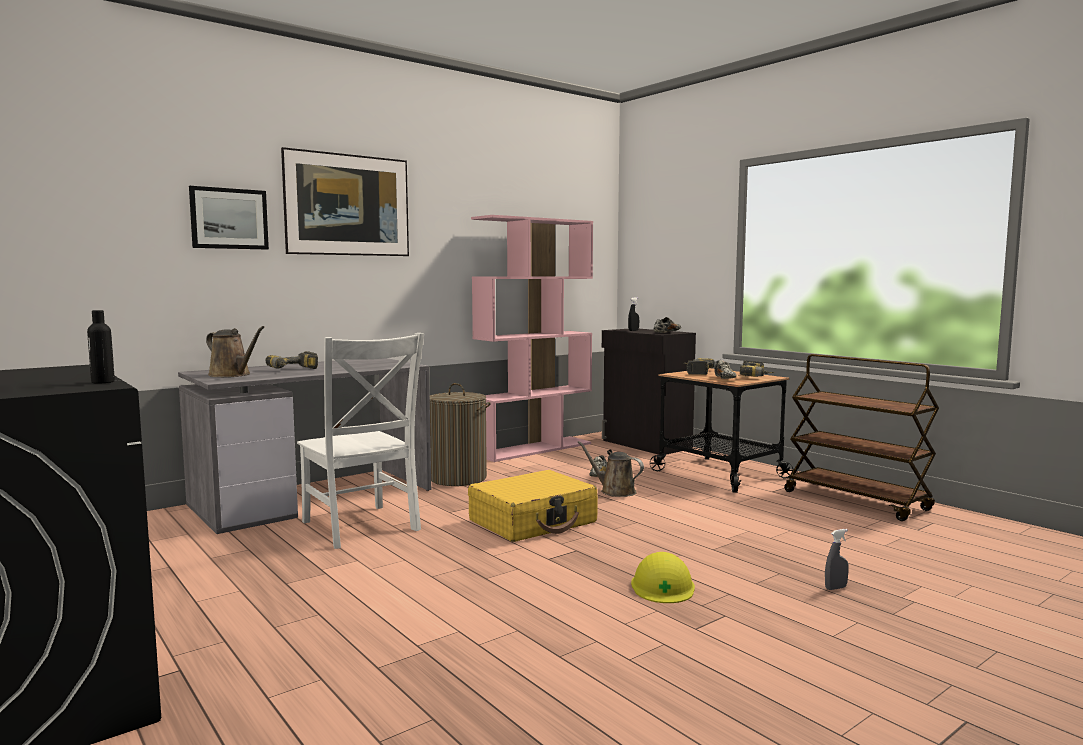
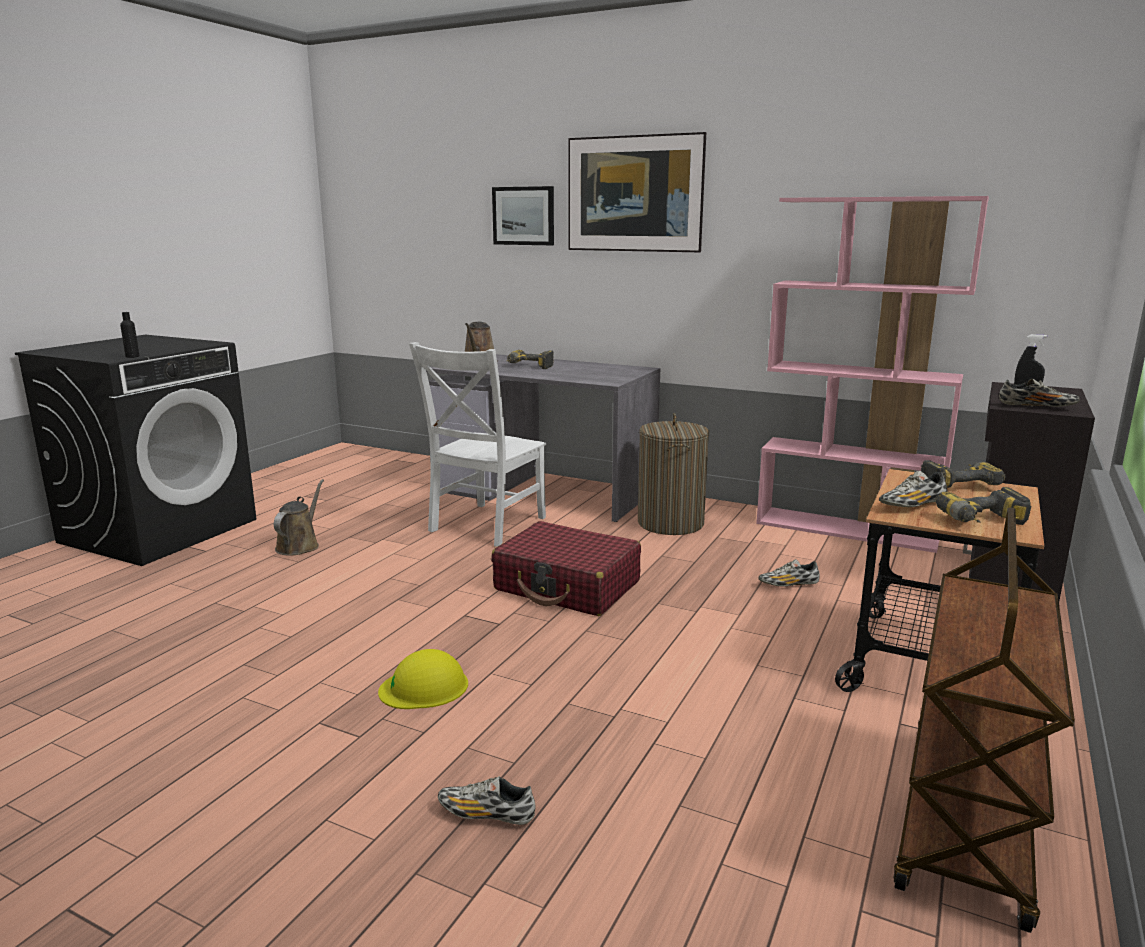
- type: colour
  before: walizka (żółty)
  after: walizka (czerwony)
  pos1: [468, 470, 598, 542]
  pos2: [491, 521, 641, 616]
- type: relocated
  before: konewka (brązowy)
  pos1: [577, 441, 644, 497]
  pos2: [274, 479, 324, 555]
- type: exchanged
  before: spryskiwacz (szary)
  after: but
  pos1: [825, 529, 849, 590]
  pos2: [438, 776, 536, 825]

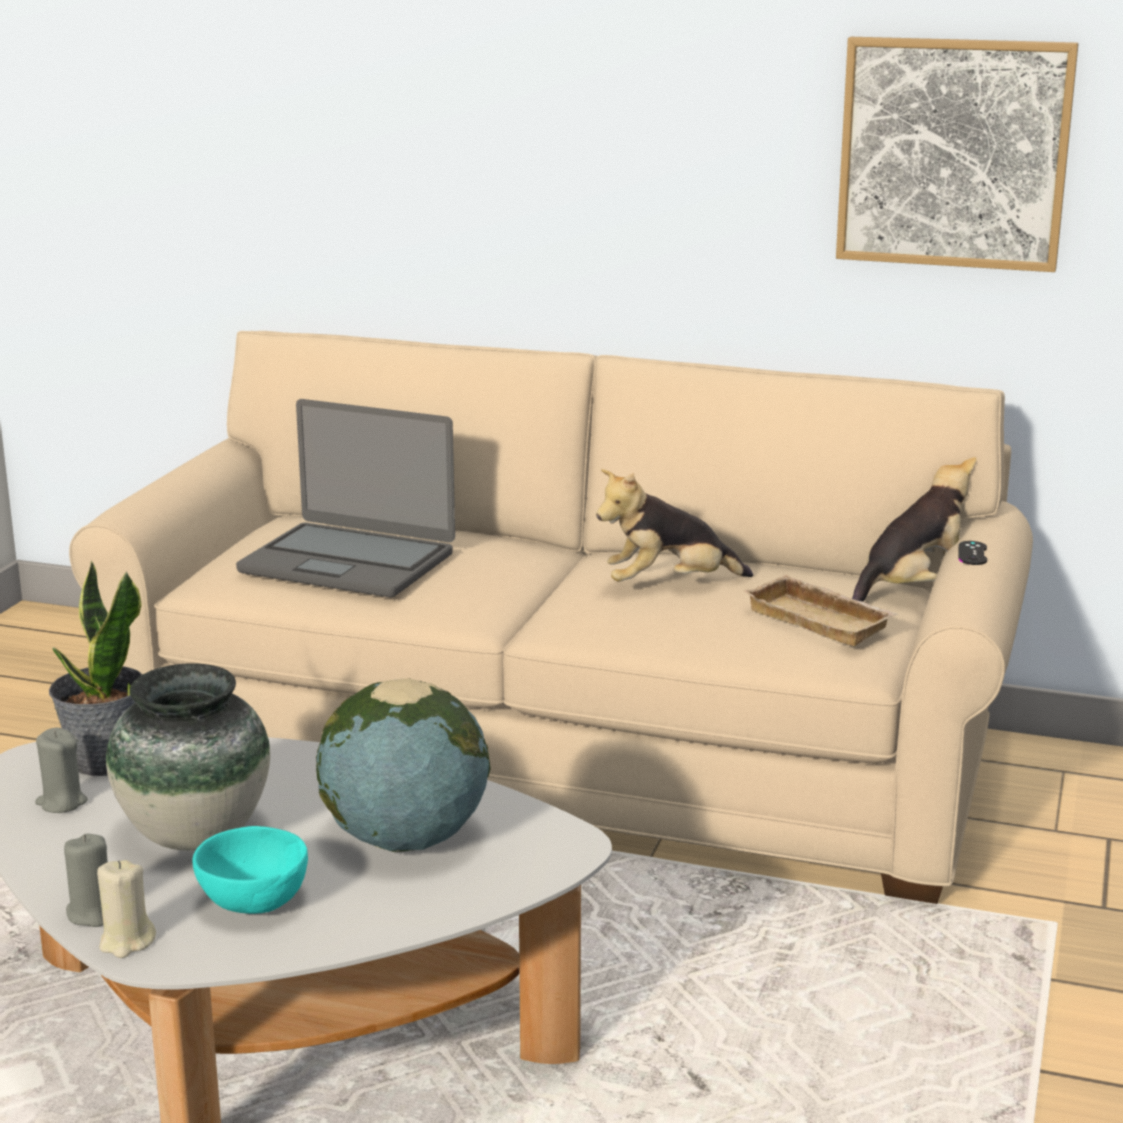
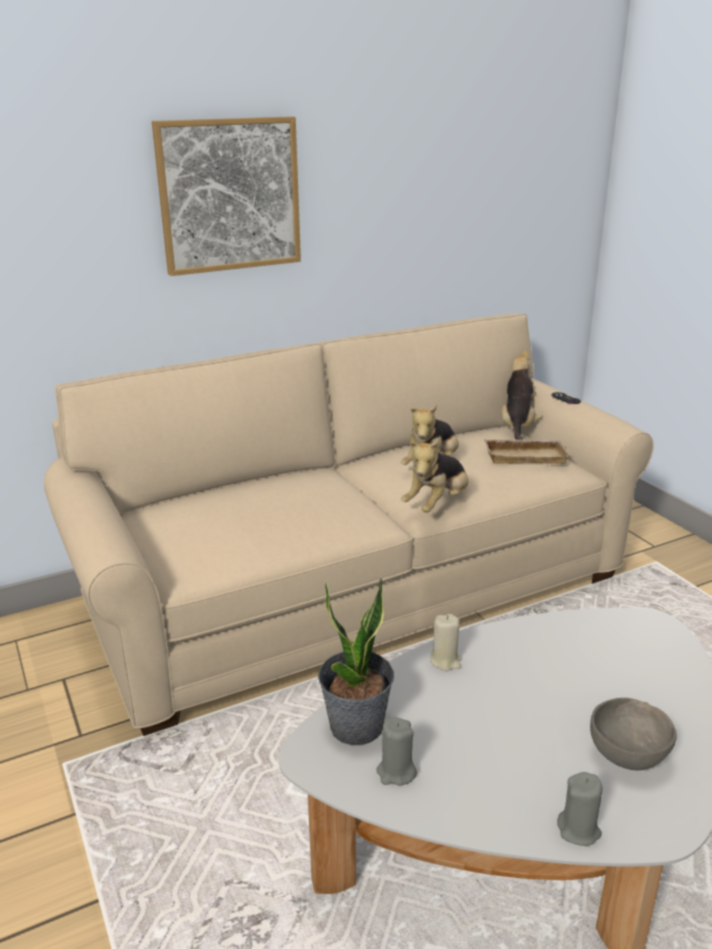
- type: relocated
  before: świeca (beżowy)
  pos1: [97, 860, 156, 958]
  pos2: [430, 614, 461, 671]
- type: missing
  before: wazon
  pos1: [106, 663, 270, 851]
- type: colour
  before: miska (turkusowy)
  after: miska (szary)
  pos1: [192, 826, 308, 914]
  pos2: [590, 698, 677, 770]
- type: missing
  before: laptop
  pos1: [236, 399, 455, 597]
- type: missing
  before: globus
  pos1: [316, 678, 491, 852]
- type: relocated
  before: obraz
  pos1: [836, 37, 1079, 272]
  pos2: [152, 116, 301, 276]
- type: appeared
  after: pluszak
  pos2: [401, 439, 468, 513]

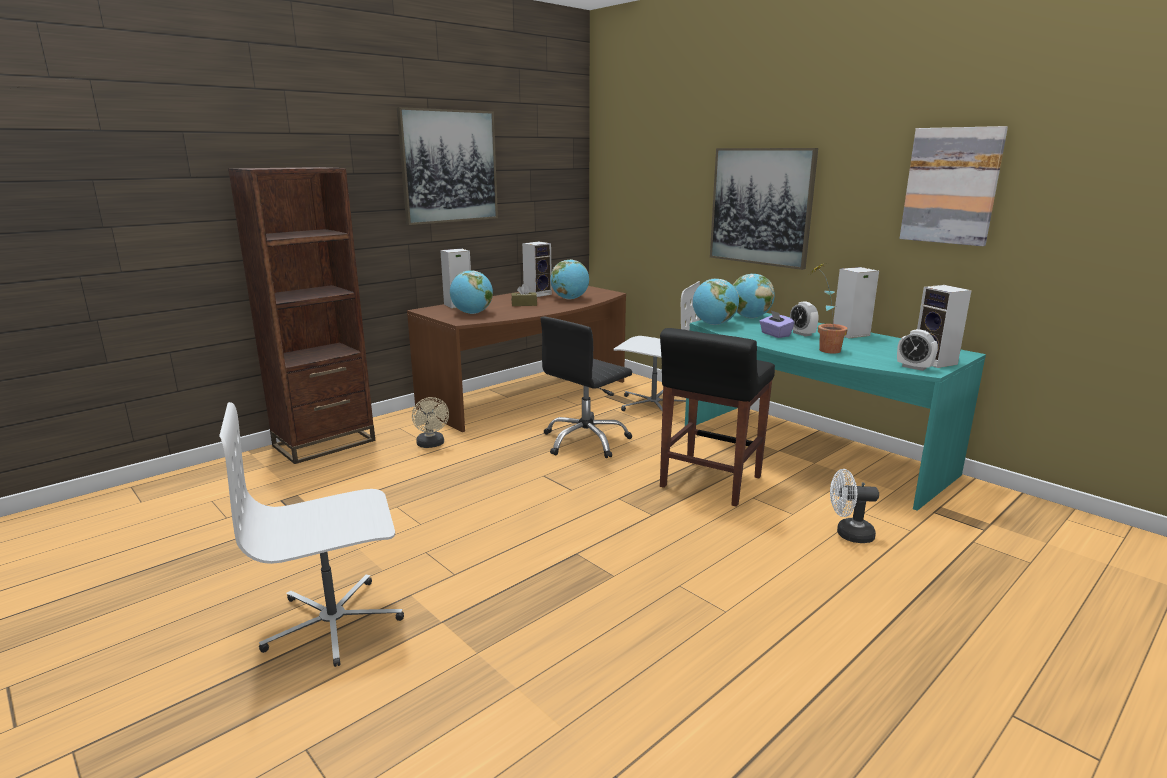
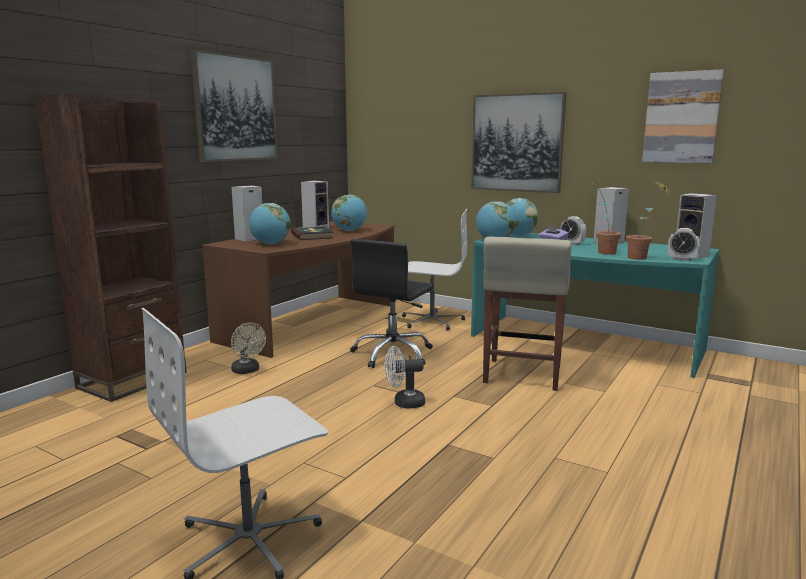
- type: exchanged
  before: pudełko chusteczek (brązowy)
  after: książka
  pos1: [511, 284, 537, 306]
  pos2: [291, 227, 333, 240]
- type: colour
  before: stołek (czarny)
  after: stołek (beżowy)
  pos1: [660, 328, 775, 507]
  pos2: [483, 236, 572, 391]
- type: relocated
  before: wentylator (biały)
  pos1: [830, 469, 879, 543]
  pos2: [385, 346, 425, 409]
- type: appeared
  after: roślina doniczkowa
  pos2: [626, 182, 670, 260]

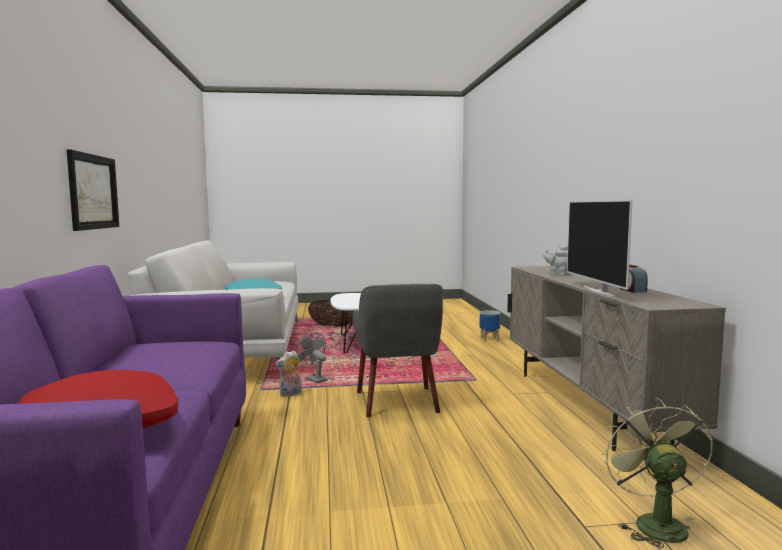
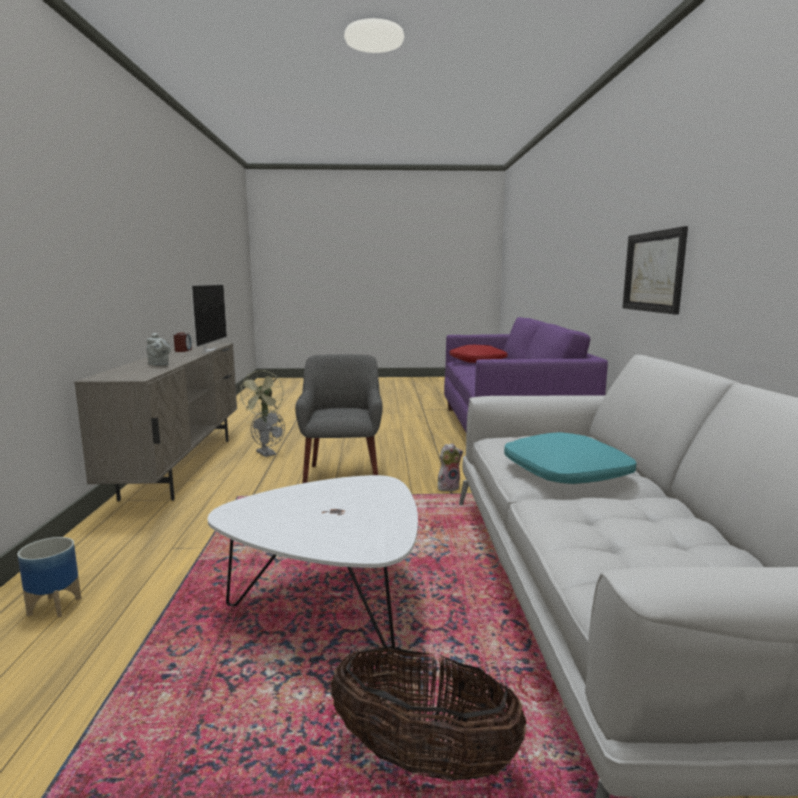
- type: relocated
  before: wentylator (szary)
  pos1: [295, 333, 328, 383]
  pos2: [251, 410, 285, 457]

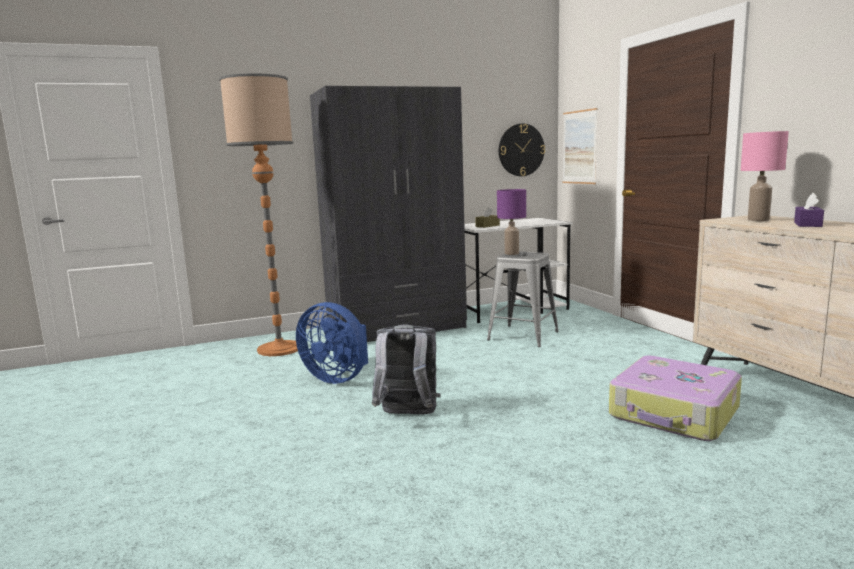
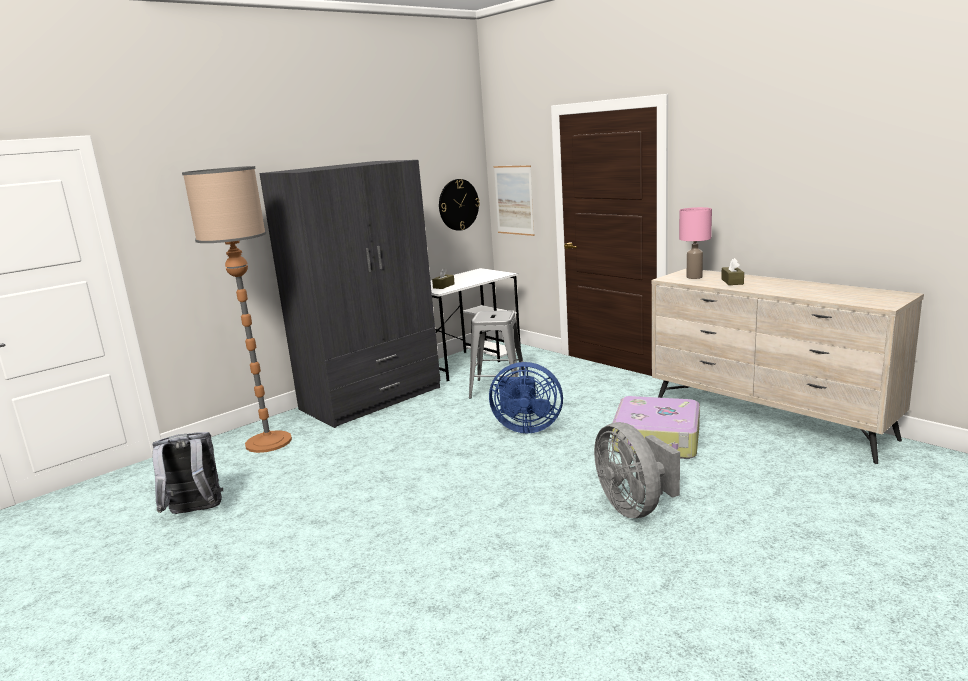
- type: relocated
  before: wentylator (niebieski)
  pos1: [296, 302, 368, 384]
  pos2: [489, 362, 563, 433]
- type: relocated
  before: plecak (szary)
  pos1: [372, 325, 441, 415]
  pos2: [152, 432, 223, 514]
- type: missing
  before: lampa stołowa (fioletowy)
  pos1: [497, 189, 526, 255]
- type: colour
  before: pudełko chusteczek (fioletowy)
  after: pudełko chusteczek (brązowy)
  pos1: [794, 193, 824, 227]
  pos2: [721, 258, 744, 285]
- type: appeared
  after: wentylator (szary)
  pos2: [594, 422, 680, 518]

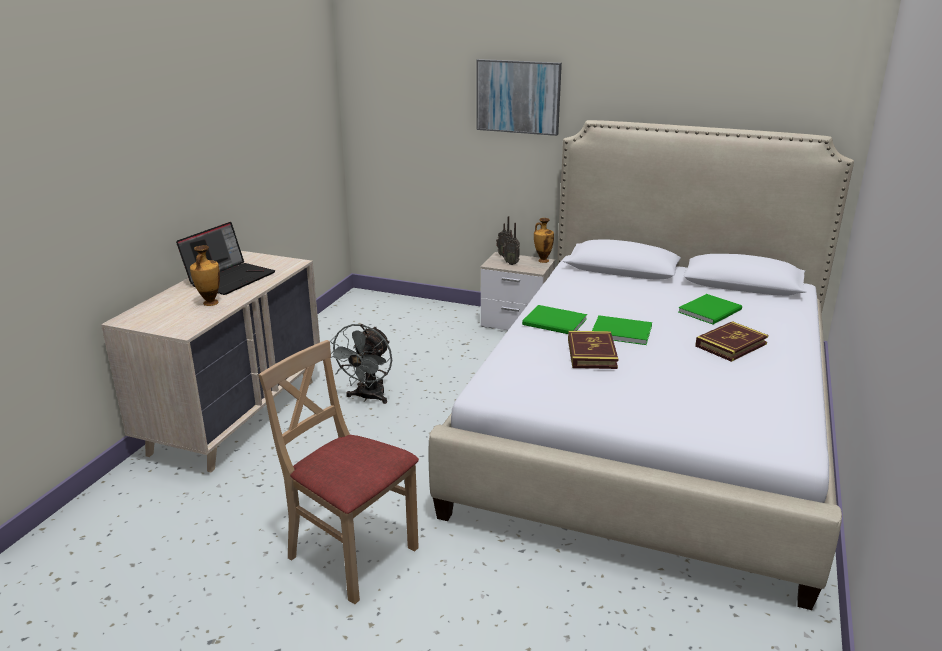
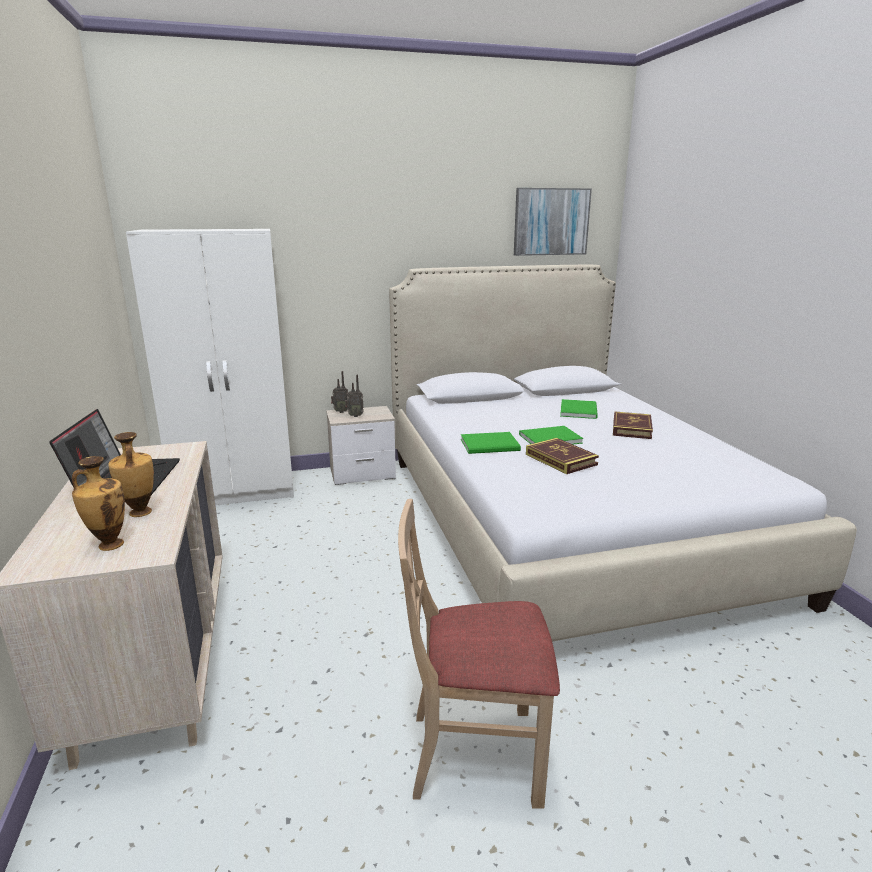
- type: missing
  before: wentylator (szary)
  pos1: [330, 324, 392, 404]
- type: relocated
  before: obraz
  pos1: [476, 59, 562, 136]
  pos2: [514, 188, 592, 256]
- type: relocated
  before: wazon
  pos1: [534, 218, 554, 263]
  pos2: [72, 456, 125, 551]
- type: appeared
  after: szafa (biały)
  pos2: [126, 229, 294, 505]

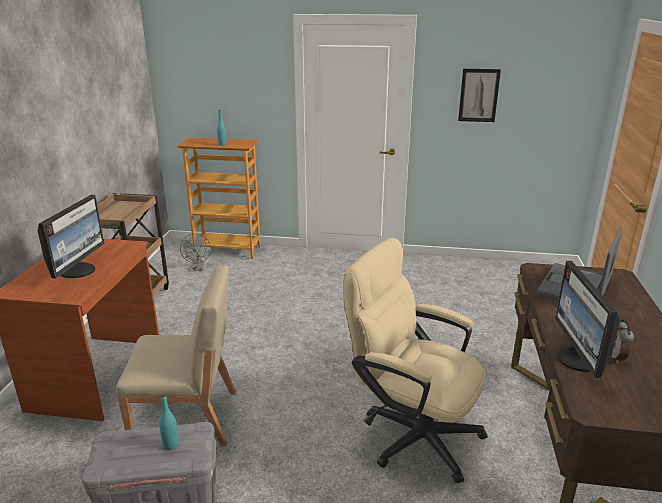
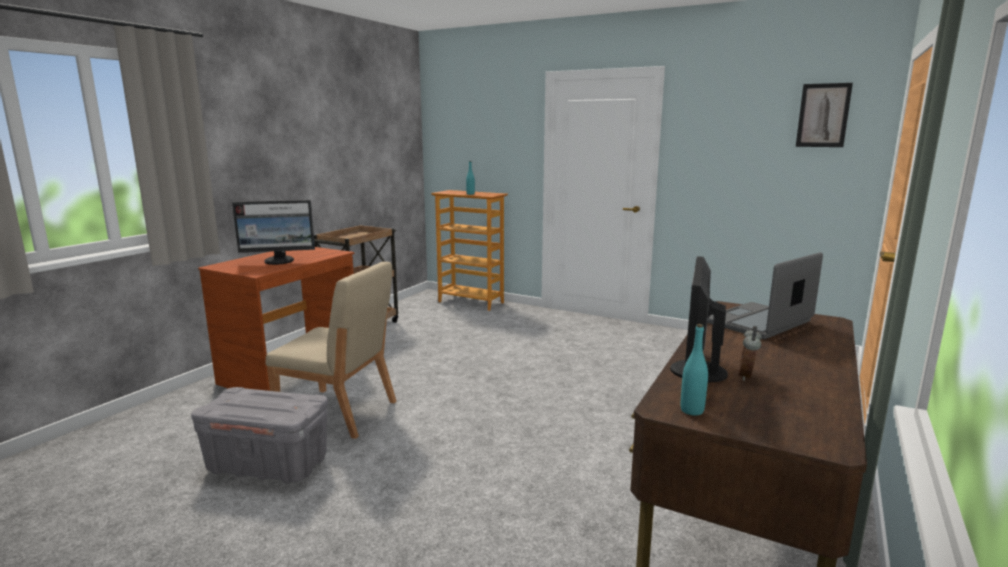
- type: spun
  before: monitor
  pos1: [38, 195, 104, 279]
  pos2: [232, 200, 315, 265]
  turn: 45
- type: relocated
  before: butelka (turkusowy)
  pos1: [159, 394, 179, 450]
  pos2: [681, 324, 708, 416]
- type: missing
  before: wentylator (szary)
  pos1: [180, 234, 211, 271]
- type: missing
  before: krzesło biurowe (beżowy)
  pos1: [343, 238, 488, 483]
- type: relocated
  before: obraz
  pos1: [458, 69, 501, 122]
  pos2: [796, 83, 853, 147]

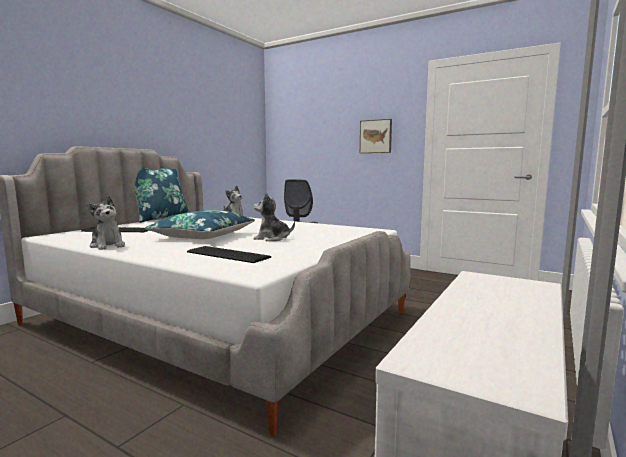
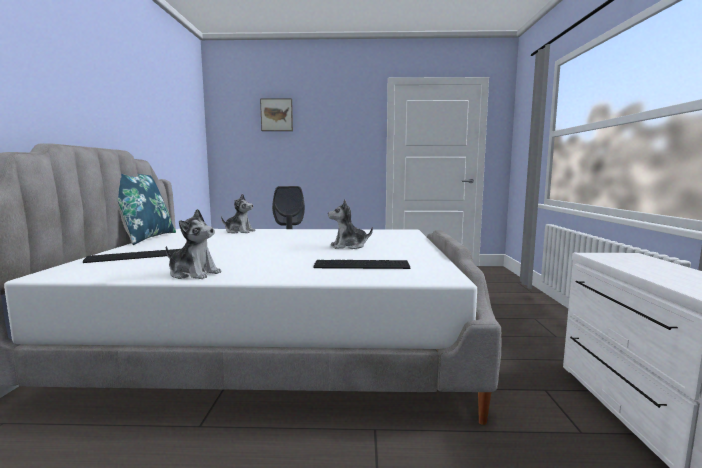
- type: missing
  before: poduszka (niebieski)
  pos1: [144, 210, 255, 239]
- type: relocated
  before: obraz
  pos1: [360, 119, 392, 153]
  pos2: [260, 98, 293, 131]

